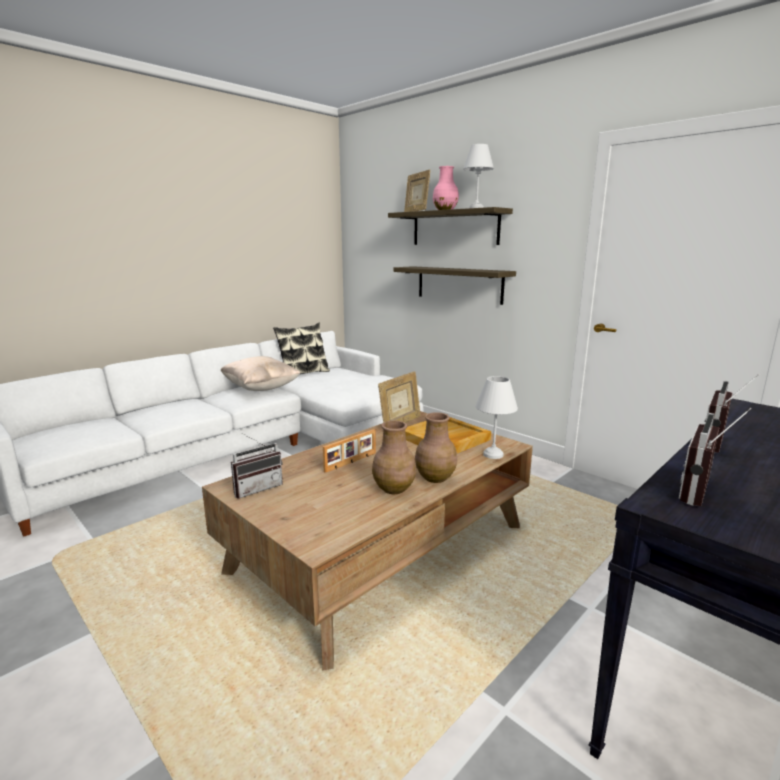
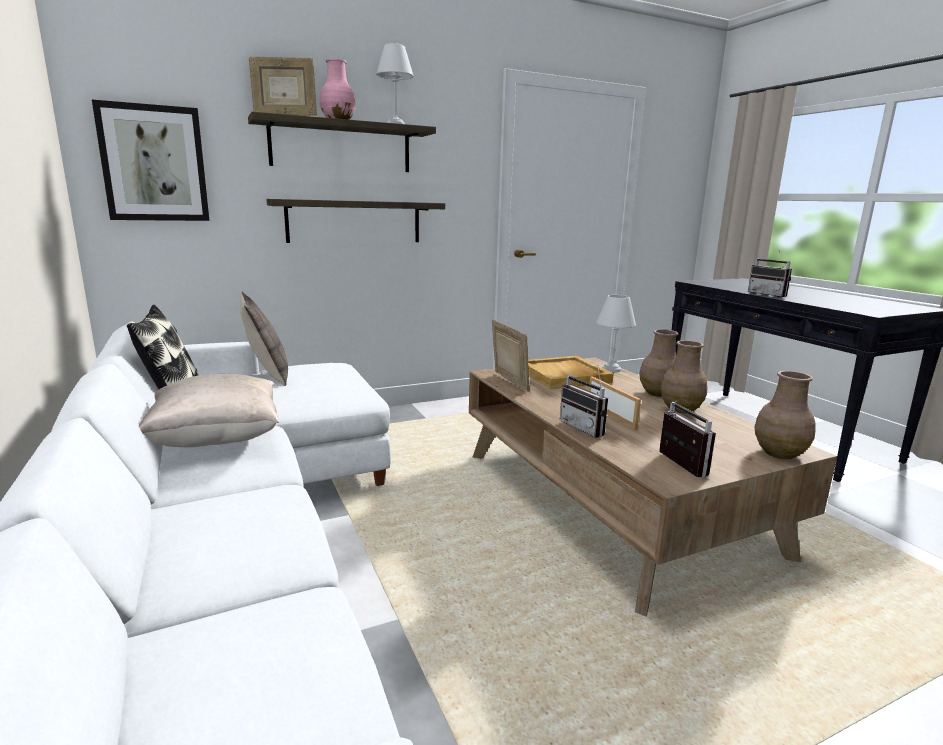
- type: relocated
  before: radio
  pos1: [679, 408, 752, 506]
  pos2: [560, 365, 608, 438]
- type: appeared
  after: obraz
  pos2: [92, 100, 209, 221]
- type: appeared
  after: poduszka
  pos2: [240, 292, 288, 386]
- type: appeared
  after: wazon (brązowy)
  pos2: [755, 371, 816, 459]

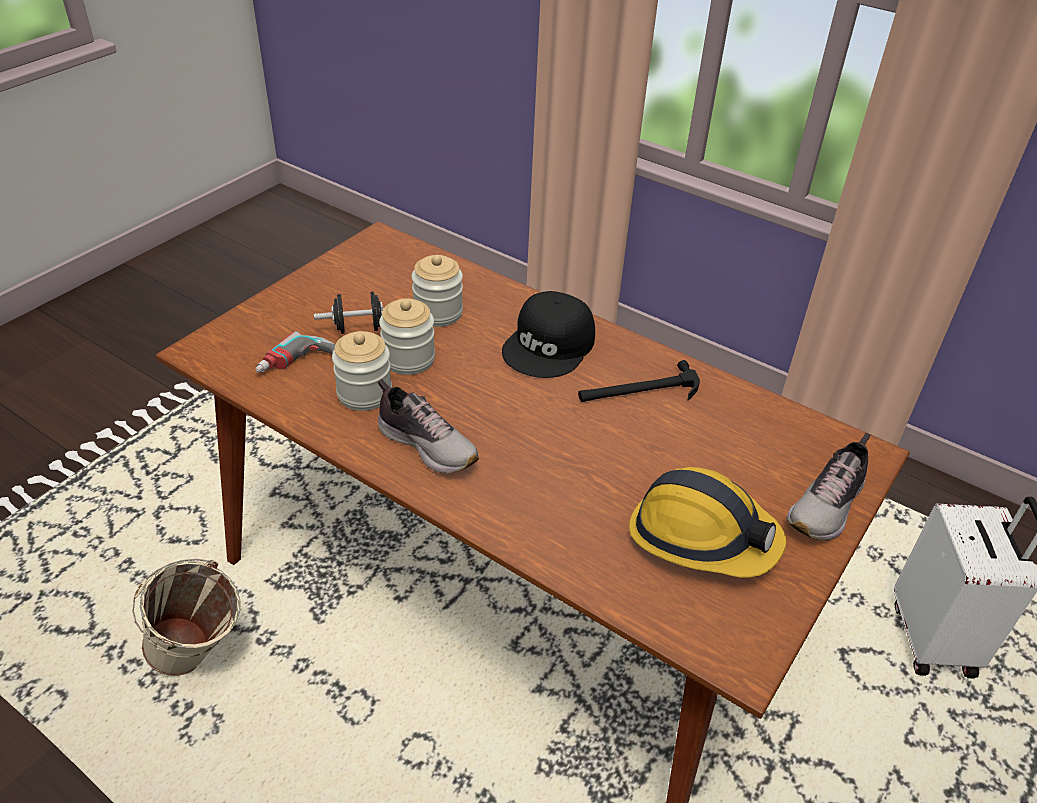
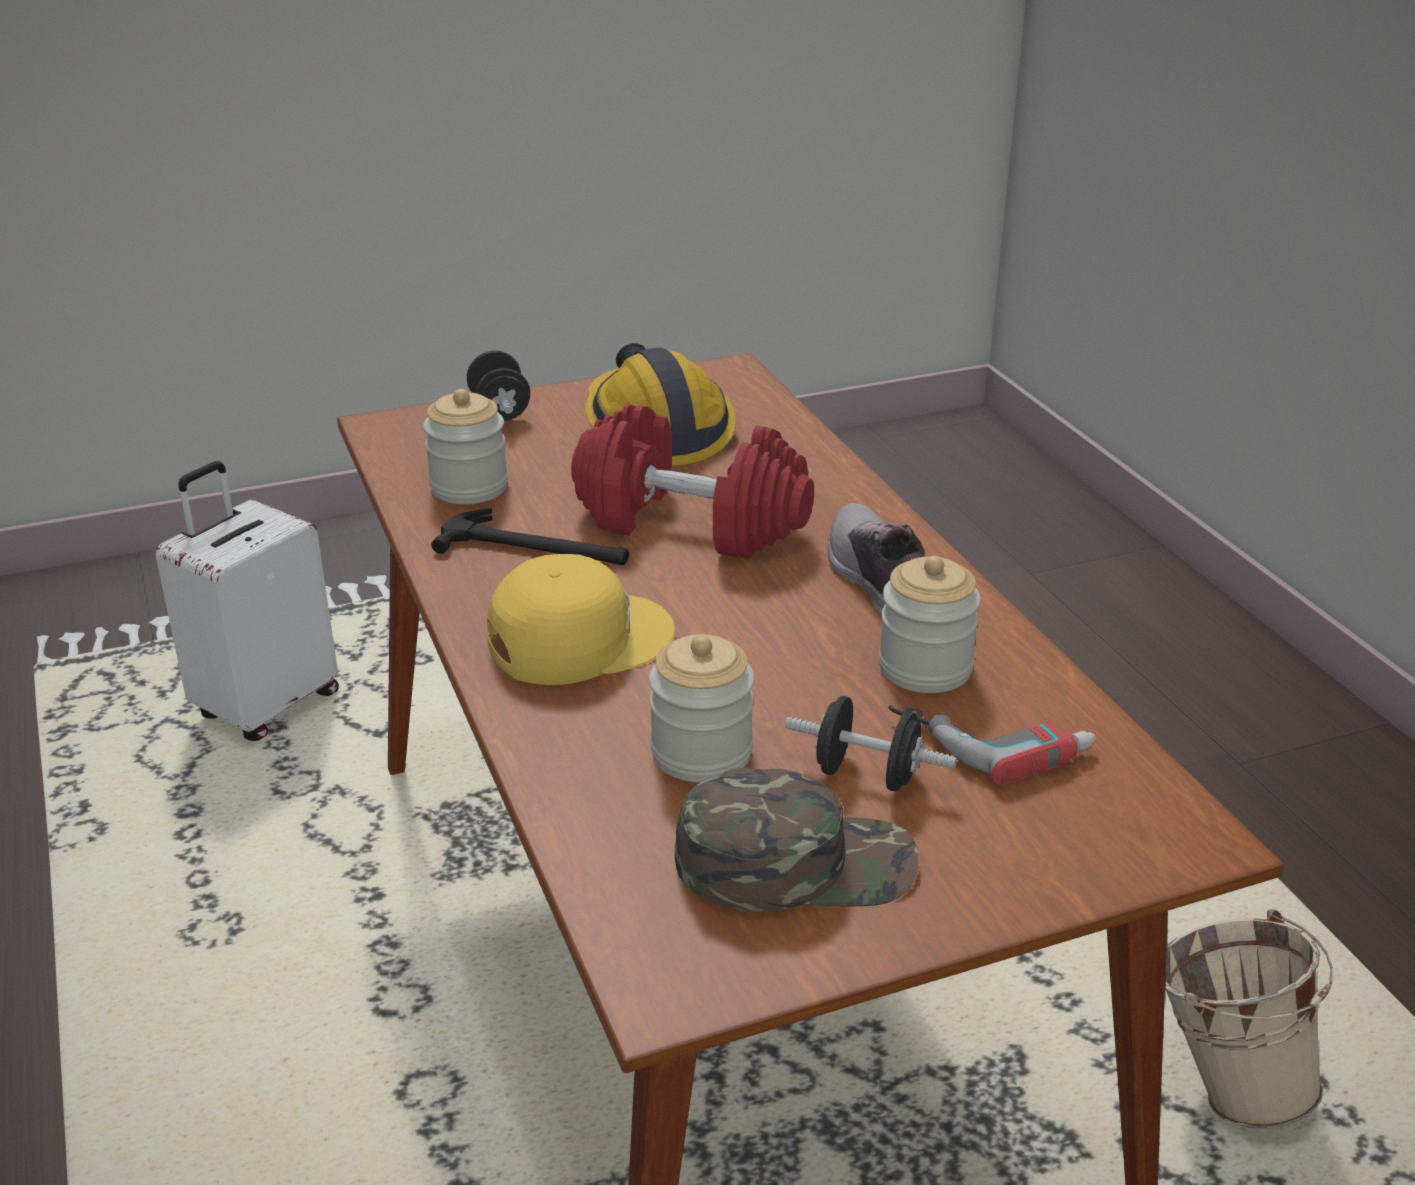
- type: relocated
  before: słoik
  pos1: [379, 299, 435, 375]
  pos2: [423, 389, 508, 504]
- type: colour
  before: czapka z daszkiem (czarny)
  after: czapka z daszkiem (żółty)
  pos1: [502, 291, 595, 378]
  pos2: [487, 554, 675, 685]
- type: exchanged
  before: but
  after: hantel (czarny)
  pos1: [786, 433, 871, 541]
  pos2: [467, 350, 530, 421]
- type: appeared
  after: hantel (czerwony)
  pos2: [571, 404, 814, 559]
- type: appeared
  after: czapka z daszkiem (zielony)
  pos2: [675, 768, 918, 912]

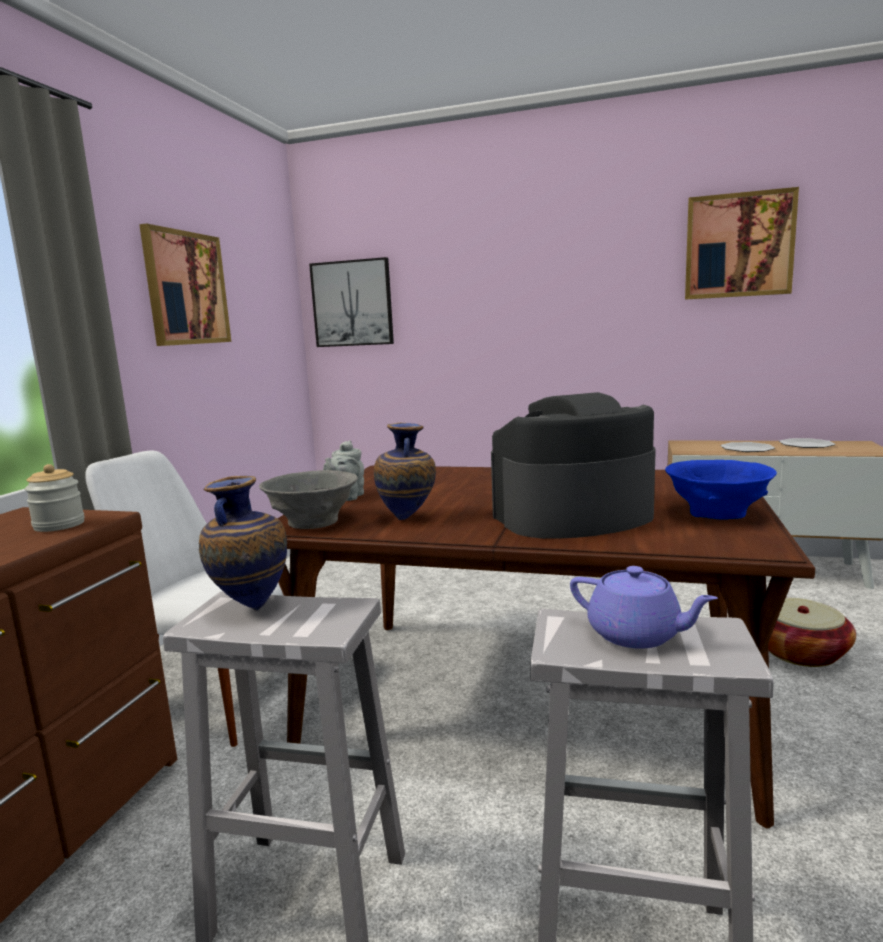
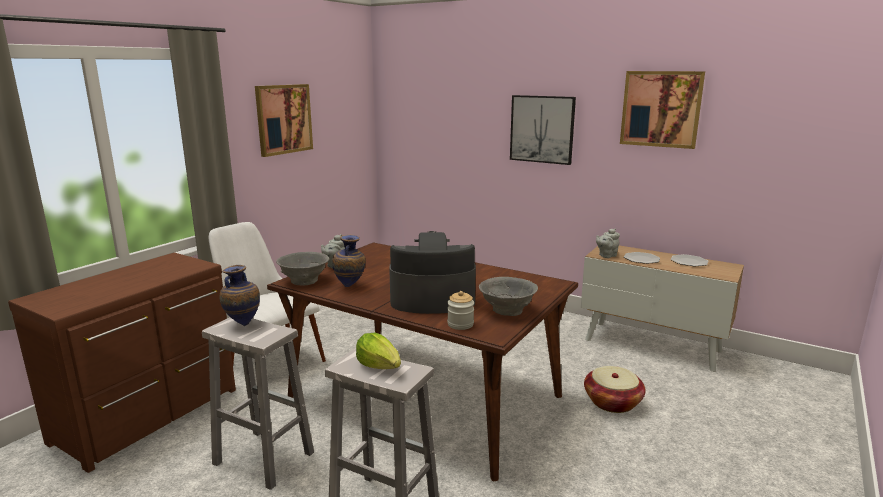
- type: relocated
  before: słoik
  pos1: [24, 464, 85, 532]
  pos2: [447, 291, 474, 330]
- type: relocated
  before: obraz
  pos1: [309, 257, 394, 347]
  pos2: [510, 95, 576, 165]
- type: exchanged
  before: imbryk (fioletowy)
  after: sałata
  pos1: [570, 566, 718, 649]
  pos2: [356, 333, 401, 369]
- type: colour
  before: miska (niebieski)
  after: miska (szary)
  pos1: [665, 460, 777, 519]
  pos2: [479, 277, 538, 316]
- type: appeared
  after: imbryk (szary)
  pos2: [596, 229, 620, 258]

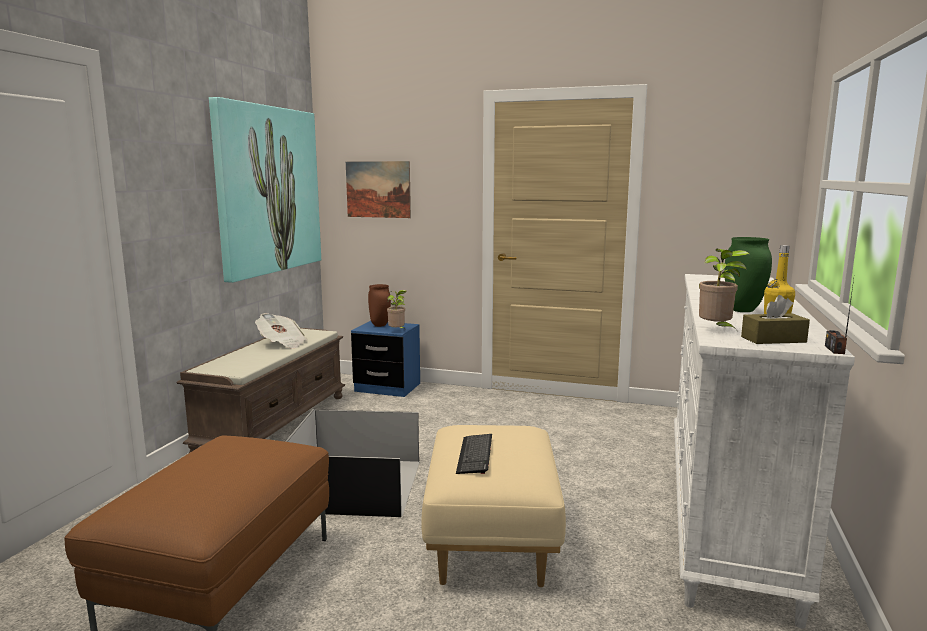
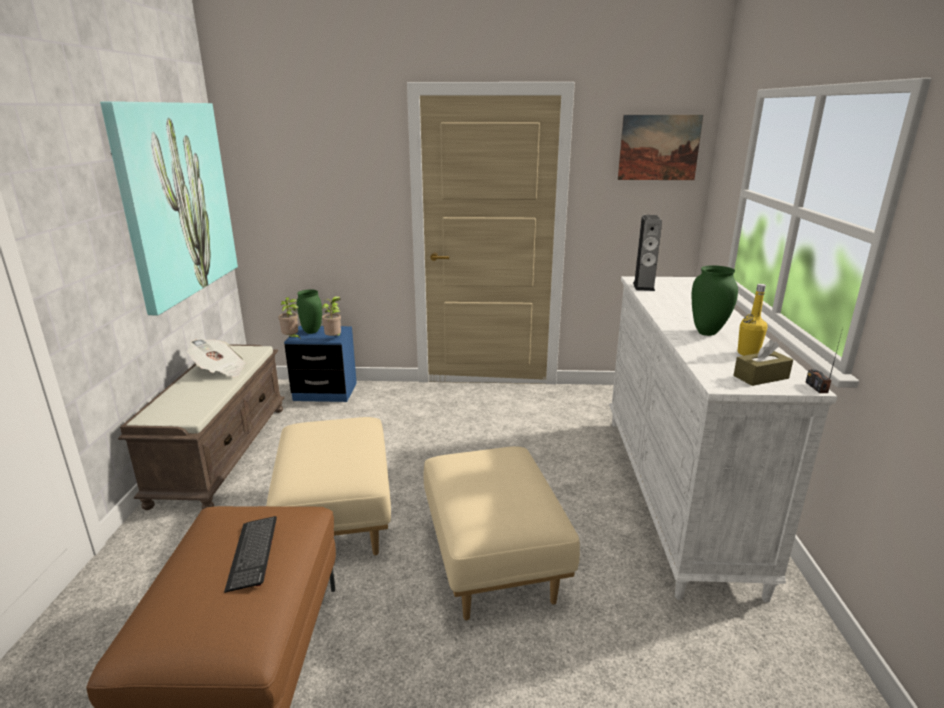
- type: exchanged
  before: pojemnik do przechowywania (czarny)
  after: pufa (beżowy)
  pos1: [285, 409, 420, 517]
  pos2: [266, 417, 391, 555]
- type: relocated
  before: obraz
  pos1: [346, 161, 411, 218]
  pos2: [618, 115, 703, 180]
- type: colour
  before: wazon (brązowy)
  after: wazon (zielony)
  pos1: [368, 284, 391, 327]
  pos2: [297, 289, 322, 334]
- type: relocated
  before: klawiatura
  pos1: [456, 434, 492, 474]
  pos2: [224, 516, 277, 593]
- type: relocated
  before: roślina doniczkowa
  pos1: [699, 249, 749, 332]
  pos2: [278, 297, 301, 339]
- type: appeared
  after: głośnik
  pos2: [633, 215, 662, 291]

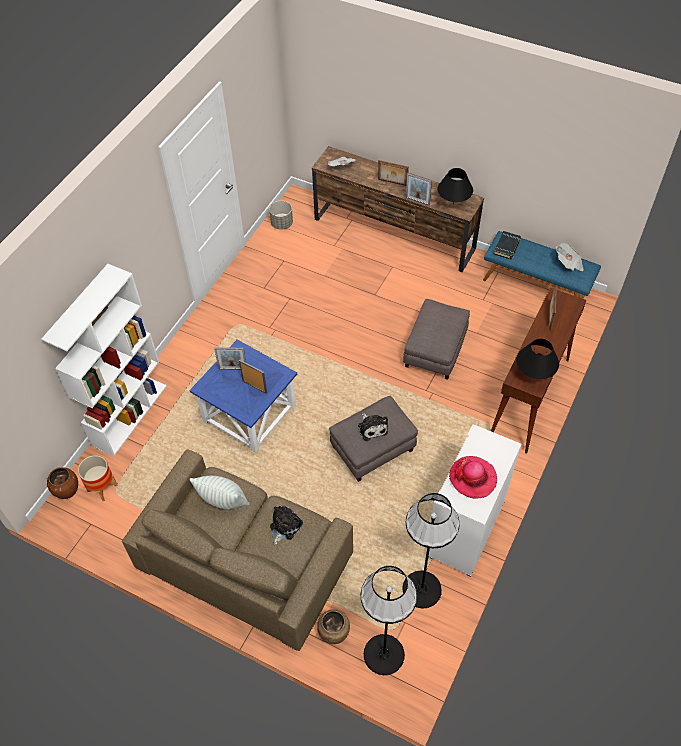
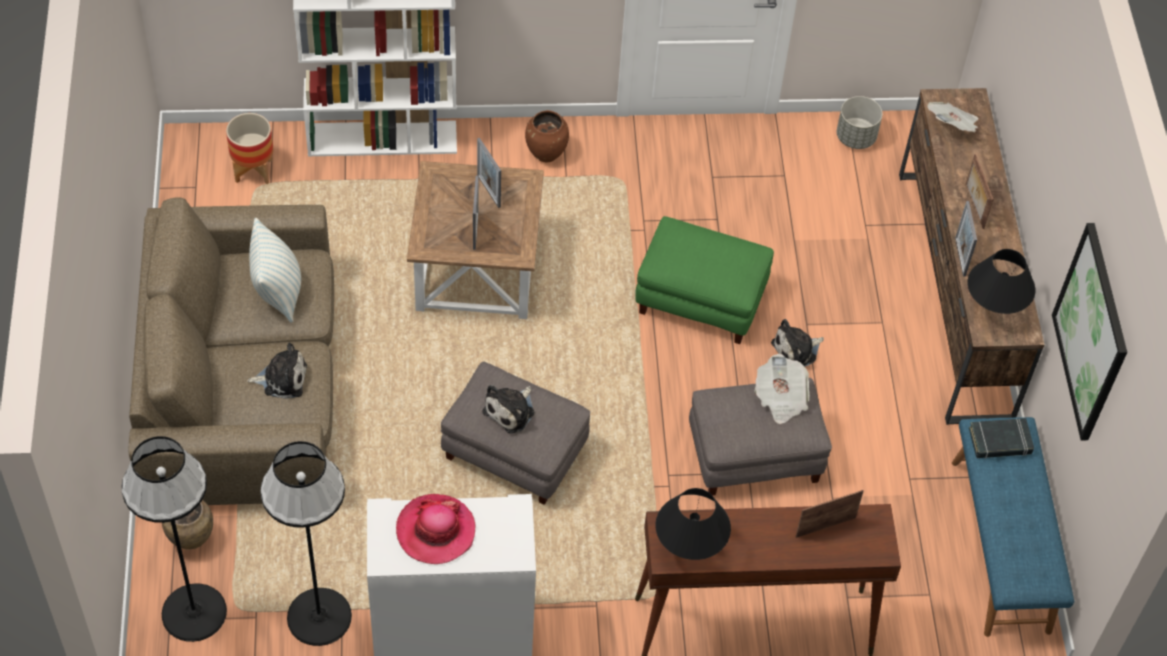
- type: relocated
  before: wazon (brązowy)
  pos1: [47, 467, 78, 499]
  pos2: [525, 110, 569, 162]
- type: colour
  before: stolik (niebieski)
  after: stolik (brązowy)
  pos1: [189, 340, 297, 452]
  pos2: [407, 161, 544, 319]
- type: relocated
  before: gazeta
  pos1: [556, 243, 584, 271]
  pos2: [754, 354, 809, 424]
- type: appeared
  after: pufa (zielony)
  pos2: [635, 216, 774, 344]
- type: appeared
  after: pluszak
  pos2: [771, 319, 824, 367]
- type: appeared
  after: obraz
  pos2: [1052, 223, 1127, 441]

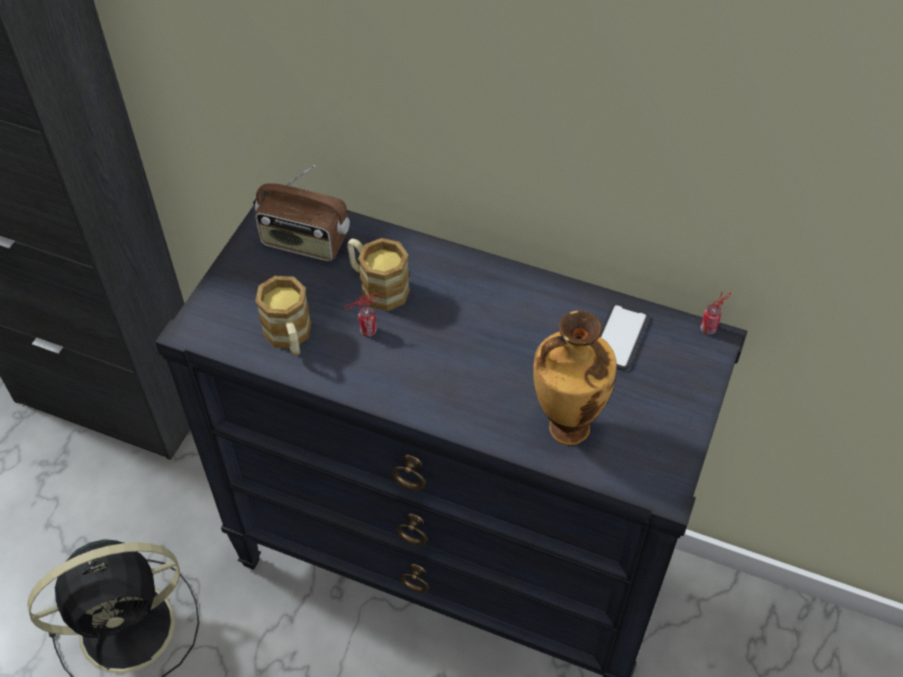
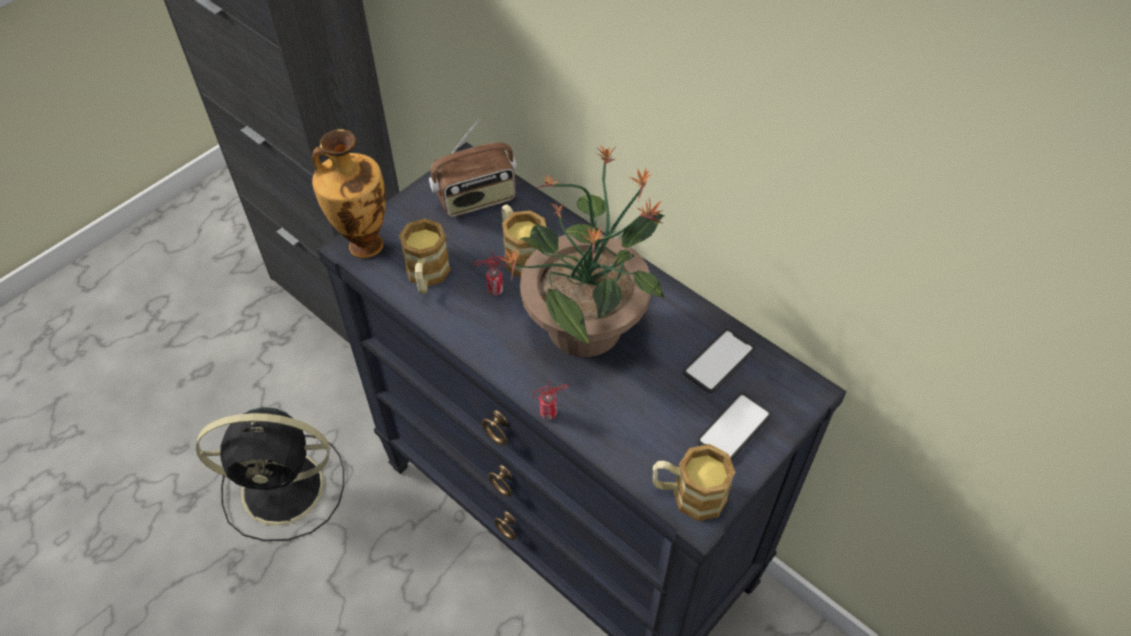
- type: spun
  before: radio
  pos1: [255, 165, 350, 262]
  pos2: [429, 120, 517, 217]
  turn: -60
- type: relocated
  before: wazon
  pos1: [533, 310, 617, 445]
  pos2: [312, 129, 386, 258]
- type: relocated
  before: puszka
  pos1: [700, 291, 731, 335]
  pos2: [533, 381, 569, 420]
- type: appeared
  after: roślina doniczkowa
  pos2: [499, 146, 664, 357]
- type: appeared
  after: kubek
  pos2: [653, 444, 736, 521]
- type: appeared
  after: telefon
  pos2: [697, 392, 772, 461]

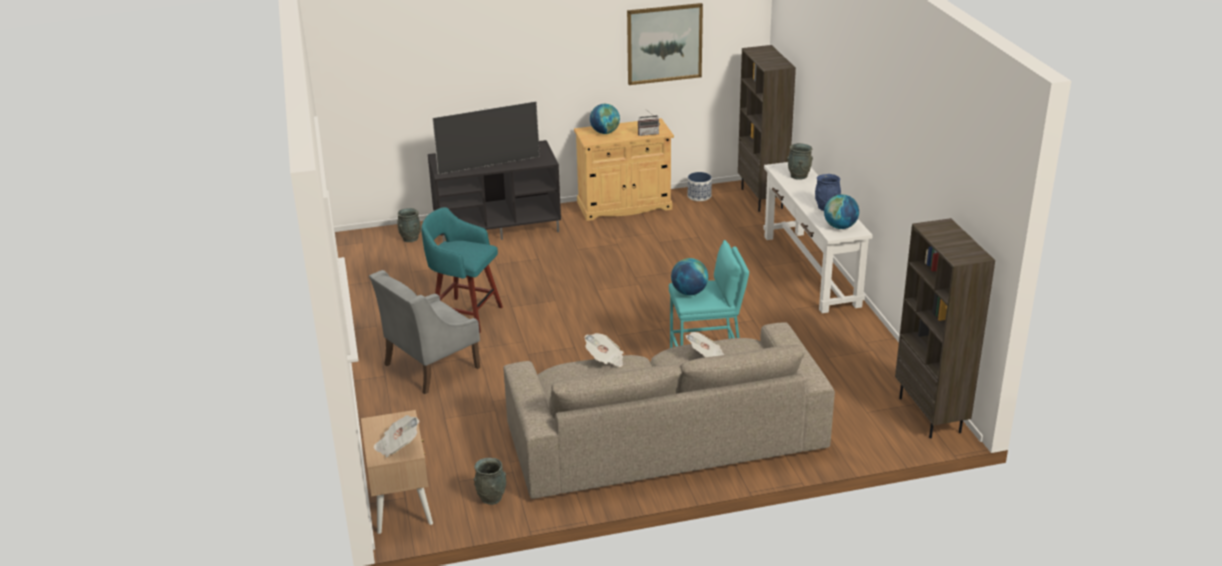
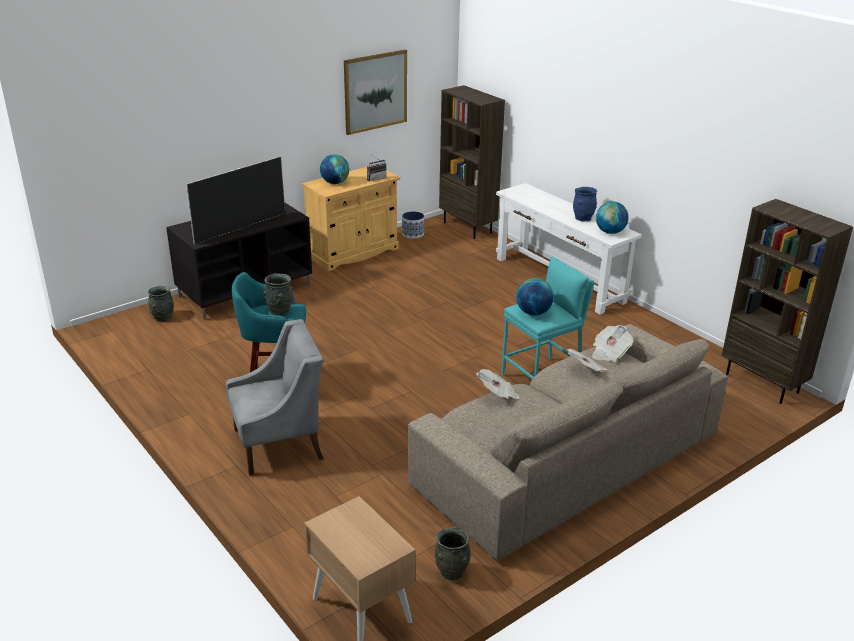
- type: spun
  before: fotel (szary)
  pos1: [369, 270, 480, 394]
  pos2: [226, 319, 324, 476]
  turn: -135
- type: relocated
  before: gazeta
  pos1: [374, 415, 420, 457]
  pos2: [592, 325, 633, 362]
- type: relocated
  before: wazon (szary)
  pos1: [787, 143, 813, 180]
  pos2: [263, 273, 293, 316]

